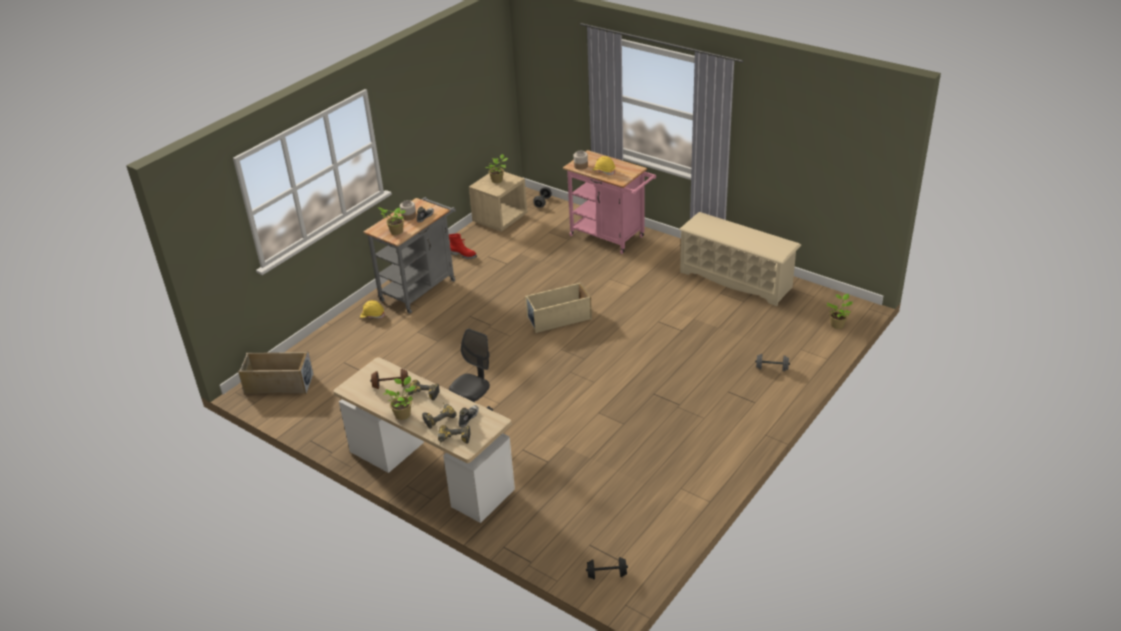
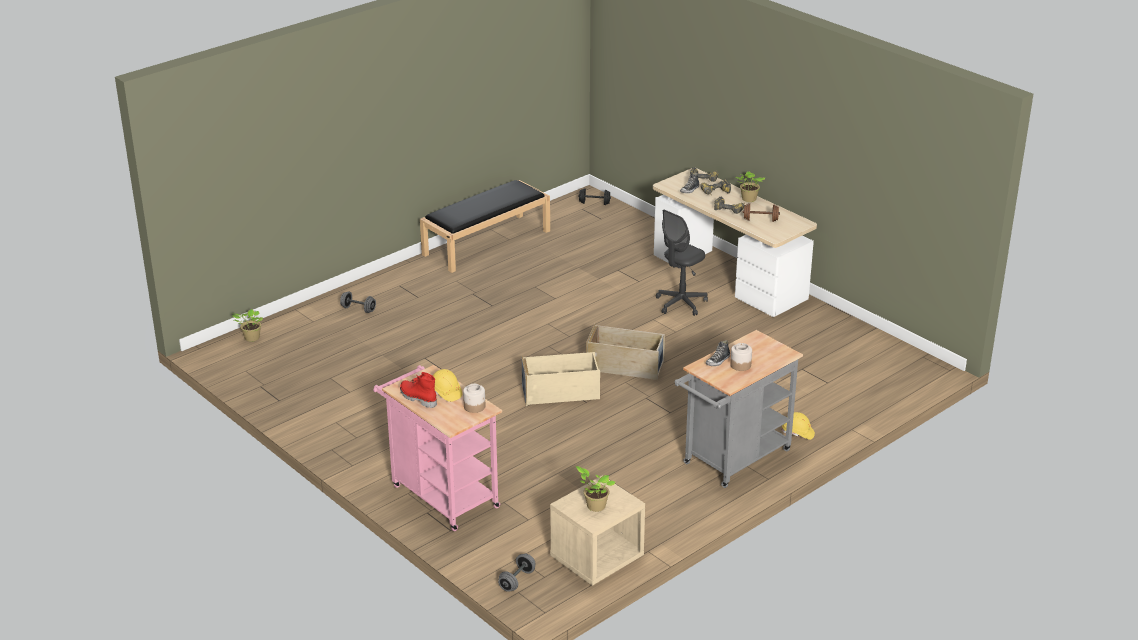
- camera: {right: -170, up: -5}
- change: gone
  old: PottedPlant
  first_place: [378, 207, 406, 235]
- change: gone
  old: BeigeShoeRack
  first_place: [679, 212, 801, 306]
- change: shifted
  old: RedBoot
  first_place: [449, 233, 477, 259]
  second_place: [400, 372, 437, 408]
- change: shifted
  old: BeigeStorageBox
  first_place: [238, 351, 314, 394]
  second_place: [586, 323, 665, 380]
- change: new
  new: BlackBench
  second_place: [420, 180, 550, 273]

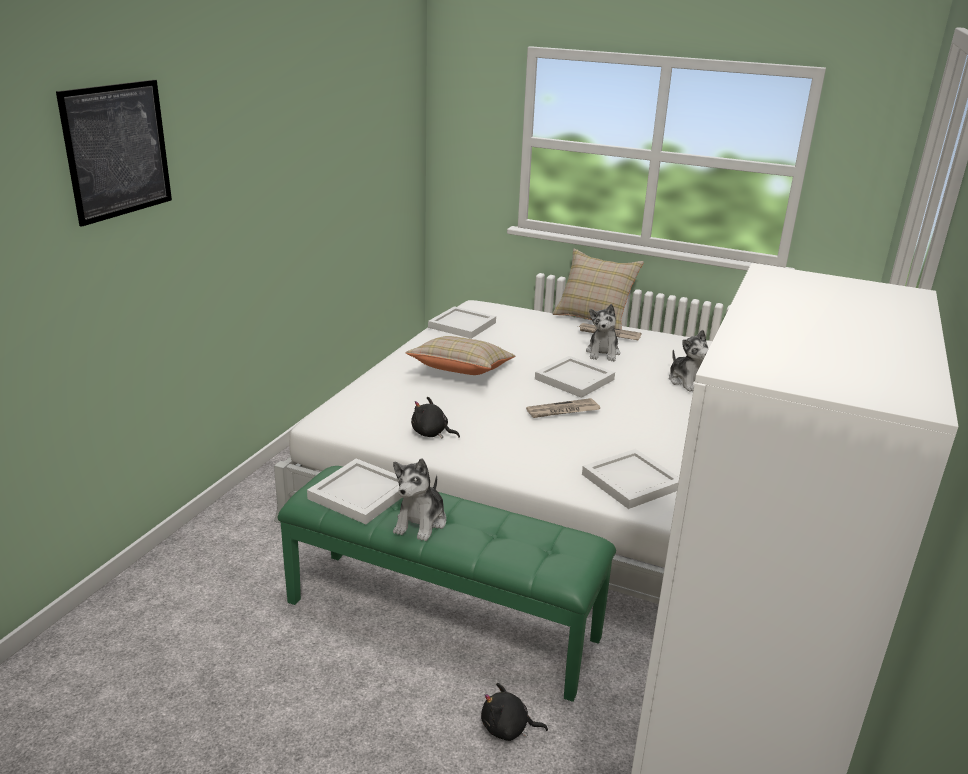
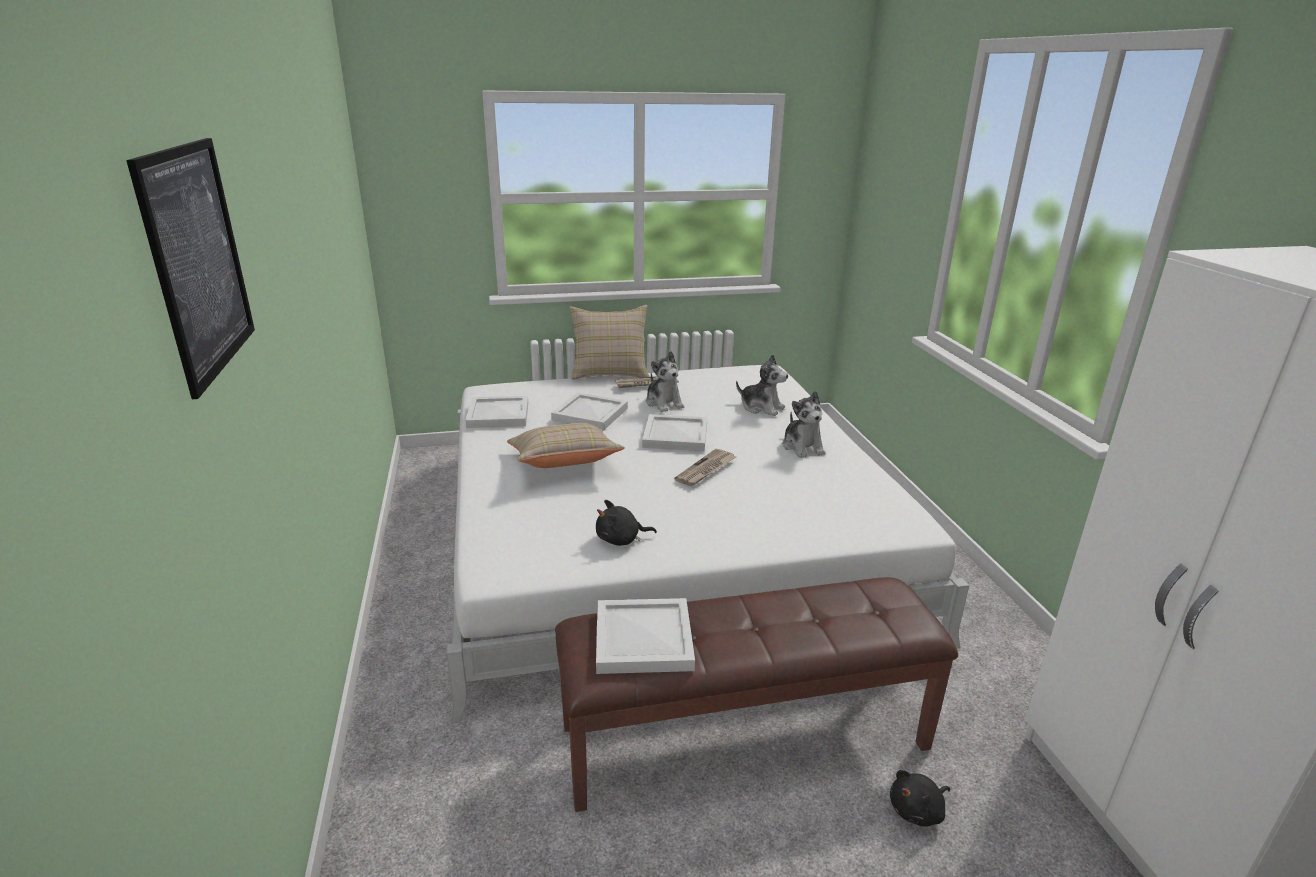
- camera: {right: -35, up: 0}
- change: shifted
  old: WhiteTray
  first_place: [582, 449, 679, 509]
  second_place: [551, 392, 628, 430]
- change: shifted
  old: PlushToy
  first_place: [393, 458, 446, 541]
  second_place: [783, 391, 826, 458]
- change: repainted
  old: GreenBench
  new: BrownBench
  first_place: [278, 466, 616, 702]
  second_place: [555, 577, 958, 812]

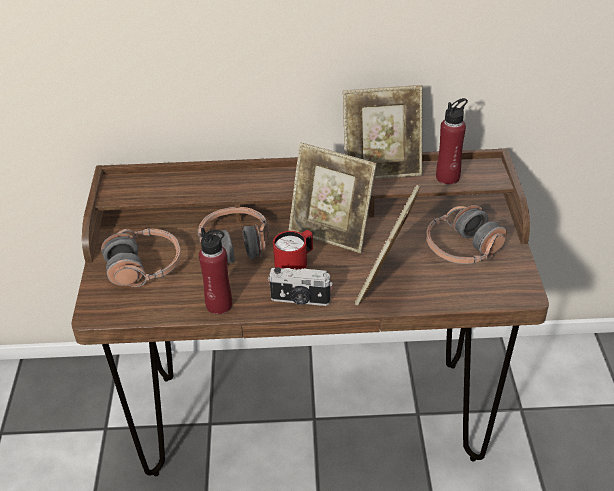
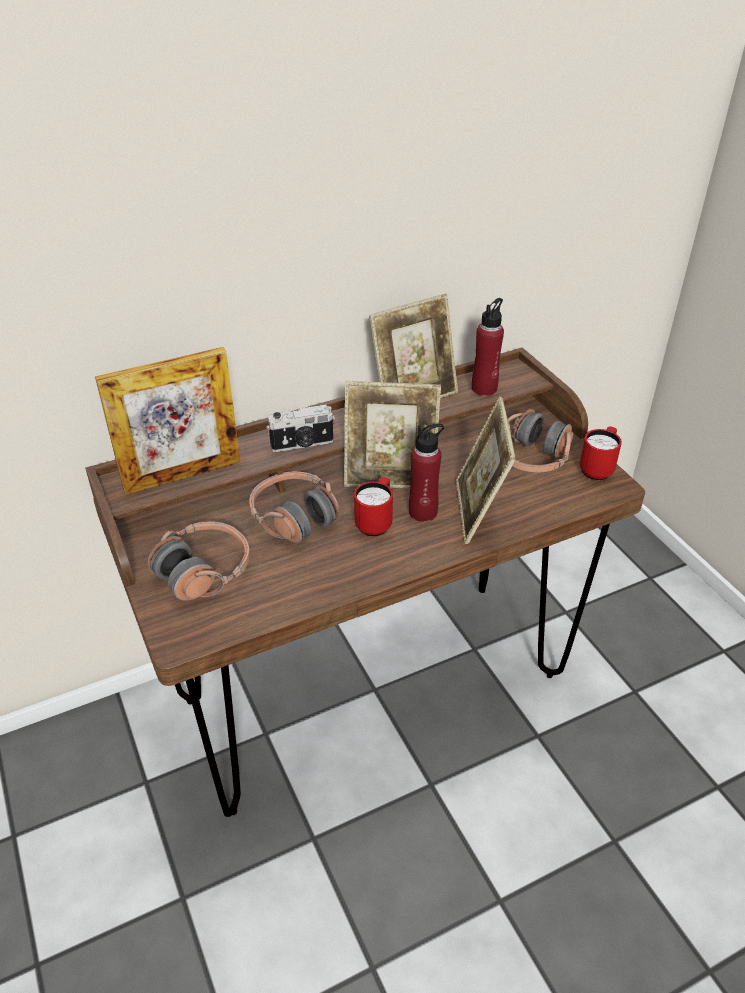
- camera: {right: -25, up: 0}
- change: shifted
  old: RedBottle
  first_place: [199, 228, 232, 314]
  second_place: [409, 423, 444, 522]
- change: shifted
  old: PhotoCamera
  first_place: [268, 267, 333, 306]
  second_place: [266, 405, 335, 452]
- change: new
  new: PictureFrame
  second_place: [95, 347, 241, 495]
- change: new
  new: RedMug
  second_place: [580, 426, 622, 480]

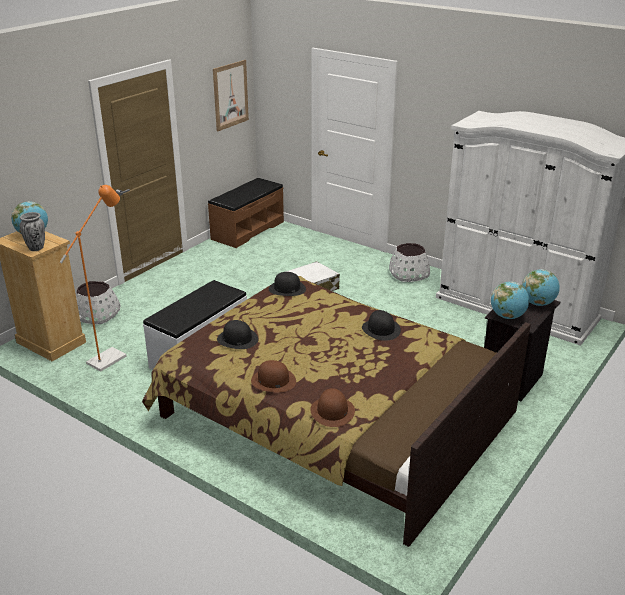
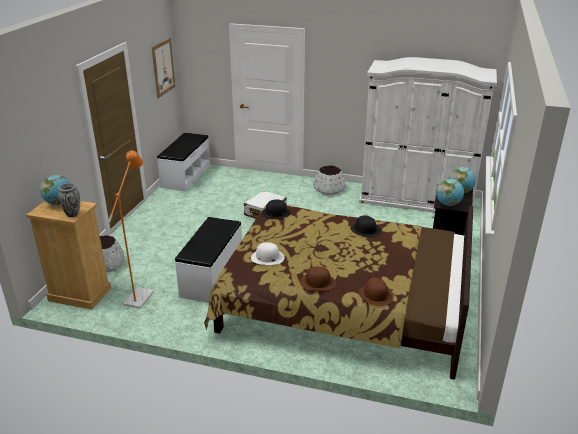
- camera: {right: -20, up: 0}
- change: repainted
  old: BrownBench
  new: WhiteBench
  first_place: [208, 178, 284, 248]
  second_place: [157, 133, 210, 191]
- change: repainted
  old: BlackHat
  new: WhiteHat
  first_place: [217, 320, 258, 349]
  second_place: [251, 242, 285, 265]

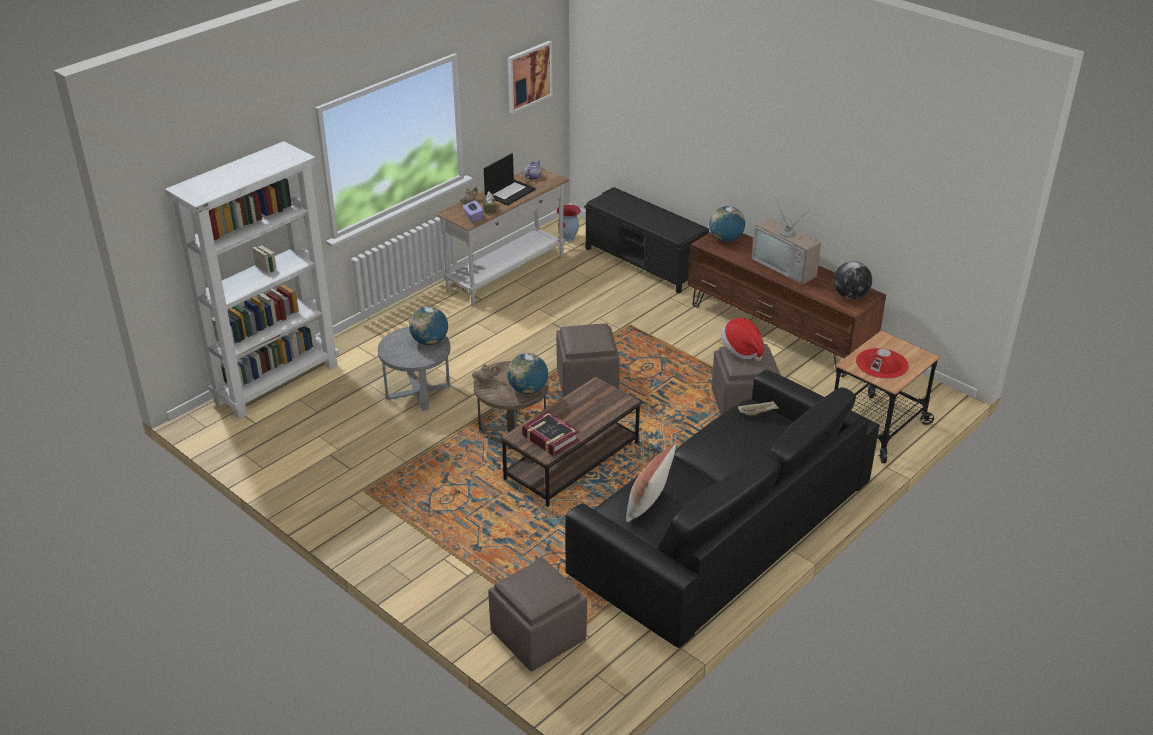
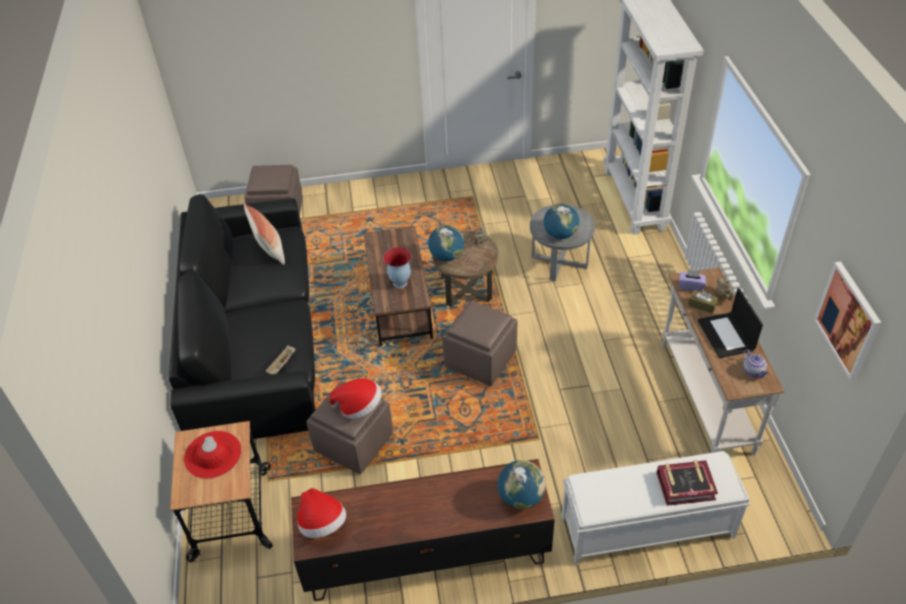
- camera: {right: 130, up: 10}
- change: repainted
  old: BlackBench
  new: WhiteBench
  first_place: [584, 187, 709, 293]
  second_place: [562, 451, 750, 565]
- change: gone
  old: Television
  first_place: [752, 195, 821, 285]
- change: shifted
  old: Vase
  first_place: [556, 205, 581, 242]
  second_place: [383, 247, 412, 288]
- change: swapped
  old: Globe
  new: Hat
  first_place: [833, 261, 872, 300]
  second_place: [297, 488, 346, 538]
- change: shifted
  old: Book
  first_place: [522, 411, 579, 456]
  second_place: [657, 460, 718, 506]

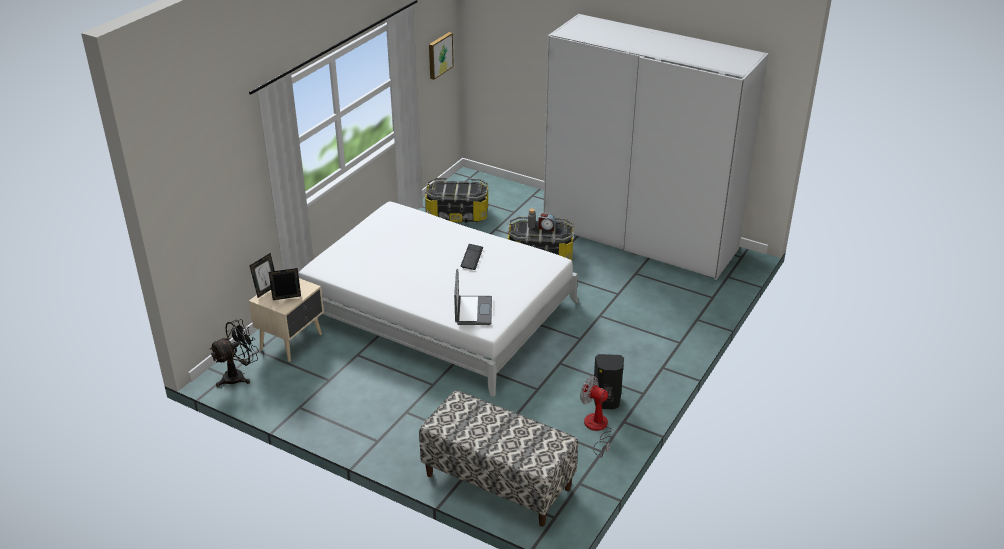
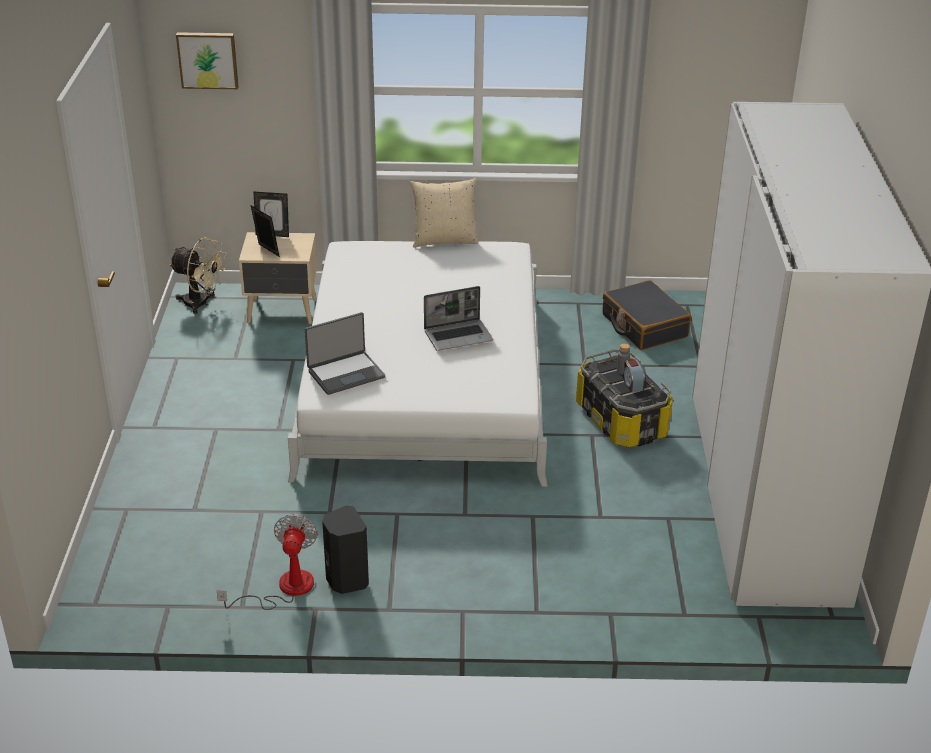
- camera: {right: 60, up: 0}
- change: shifted
  old: Picture
  first_place: [429, 32, 454, 80]
  second_place: [176, 32, 239, 89]
- change: swapped
  old: StorageBox
  new: BlackSuitcase
  first_place: [425, 178, 488, 223]
  second_place: [602, 280, 691, 350]
- change: swapped
  old: Keyboard
  new: Laptop
  first_place: [461, 244, 483, 270]
  second_place: [424, 286, 493, 351]
- change: repainted
  old: BlackFan
  new: BeigeFan
  first_place: [210, 319, 259, 387]
  second_place: [169, 237, 226, 314]
- change: gone
  old: Bench
  first_place: [419, 390, 578, 526]
- change: new
  new: BeigePillow
  second_place: [410, 178, 479, 248]

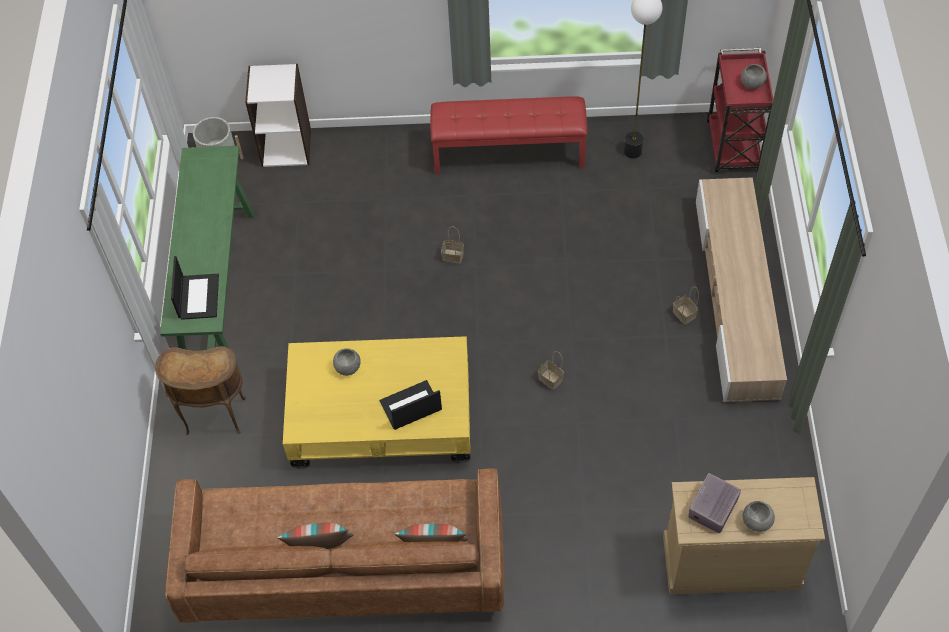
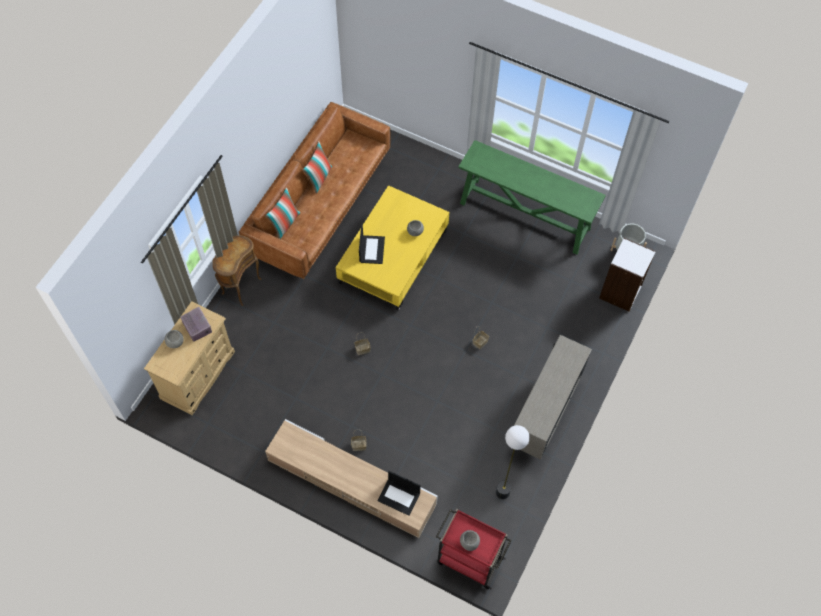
- camera: {right: 115, up: 5}
- change: swapped
  old: RedBench
  new: BeigeCabinet
  first_place: [430, 96, 587, 174]
  second_place: [514, 335, 592, 460]
- change: shifted
  old: Laptop
  first_place: [171, 256, 219, 320]
  second_place: [378, 471, 421, 516]
- change: shifted
  old: BrownSideTable
  first_place: [155, 346, 246, 435]
  second_place: [212, 235, 261, 306]

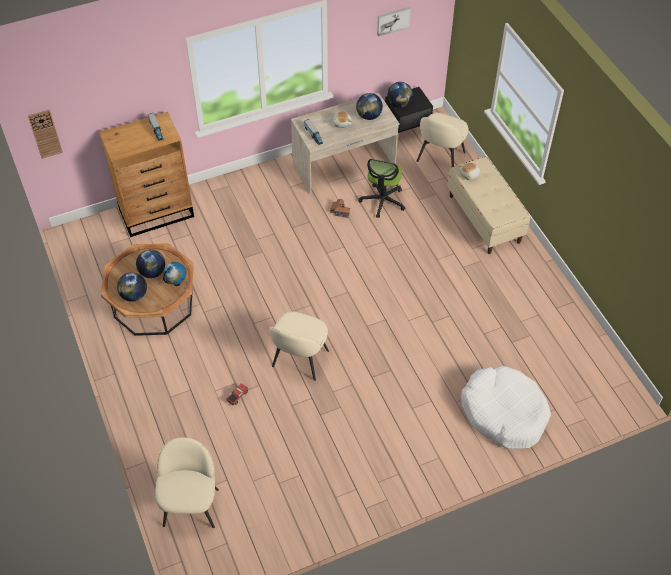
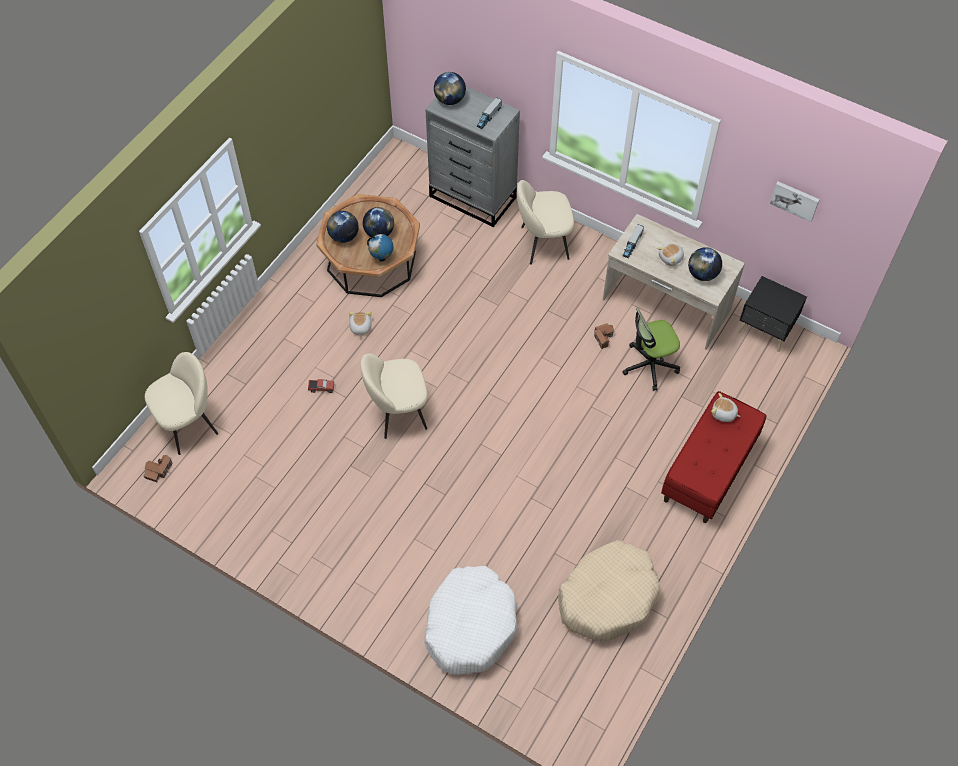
- camera: {right: 55, up: 5}
- change: shifted
  old: Globe
  first_place: [387, 82, 413, 108]
  second_place: [434, 72, 466, 105]
- change: gone
  old: WallClock
  first_place: [28, 109, 63, 159]
- change: repainted
  old: BrownDresser
  new: GreyDresser
  first_place: [99, 112, 194, 237]
  second_place: [425, 86, 520, 227]
- change: shifted
  old: BeigeChair
  first_place: [417, 113, 469, 167]
  second_place: [517, 180, 574, 265]
- change: repainted
  old: BeigeBench
  new: RedBench
  first_place: [447, 156, 530, 254]
  second_place: [661, 391, 766, 523]
- change: new
  new: PlushToy
  second_place: [349, 311, 371, 337]
- change: new
  new: ToyHouse
  second_place: [144, 455, 172, 482]
- change: new
  new: BeigeDogBed
  second_place: [558, 540, 660, 642]

